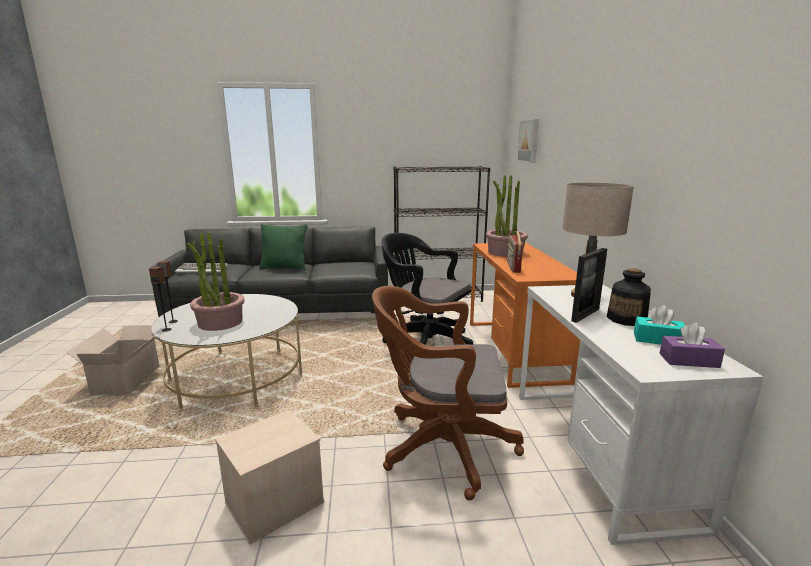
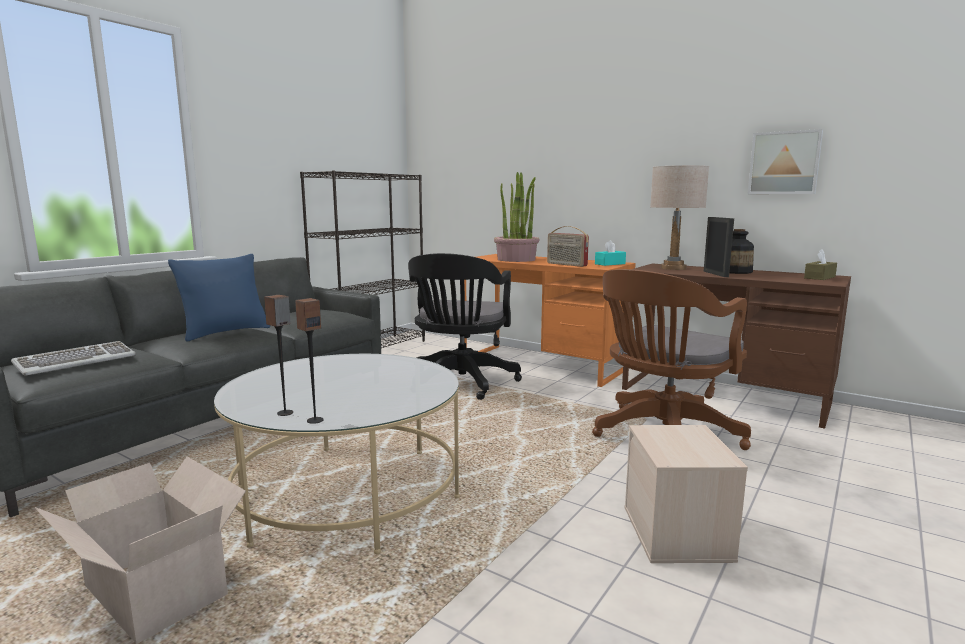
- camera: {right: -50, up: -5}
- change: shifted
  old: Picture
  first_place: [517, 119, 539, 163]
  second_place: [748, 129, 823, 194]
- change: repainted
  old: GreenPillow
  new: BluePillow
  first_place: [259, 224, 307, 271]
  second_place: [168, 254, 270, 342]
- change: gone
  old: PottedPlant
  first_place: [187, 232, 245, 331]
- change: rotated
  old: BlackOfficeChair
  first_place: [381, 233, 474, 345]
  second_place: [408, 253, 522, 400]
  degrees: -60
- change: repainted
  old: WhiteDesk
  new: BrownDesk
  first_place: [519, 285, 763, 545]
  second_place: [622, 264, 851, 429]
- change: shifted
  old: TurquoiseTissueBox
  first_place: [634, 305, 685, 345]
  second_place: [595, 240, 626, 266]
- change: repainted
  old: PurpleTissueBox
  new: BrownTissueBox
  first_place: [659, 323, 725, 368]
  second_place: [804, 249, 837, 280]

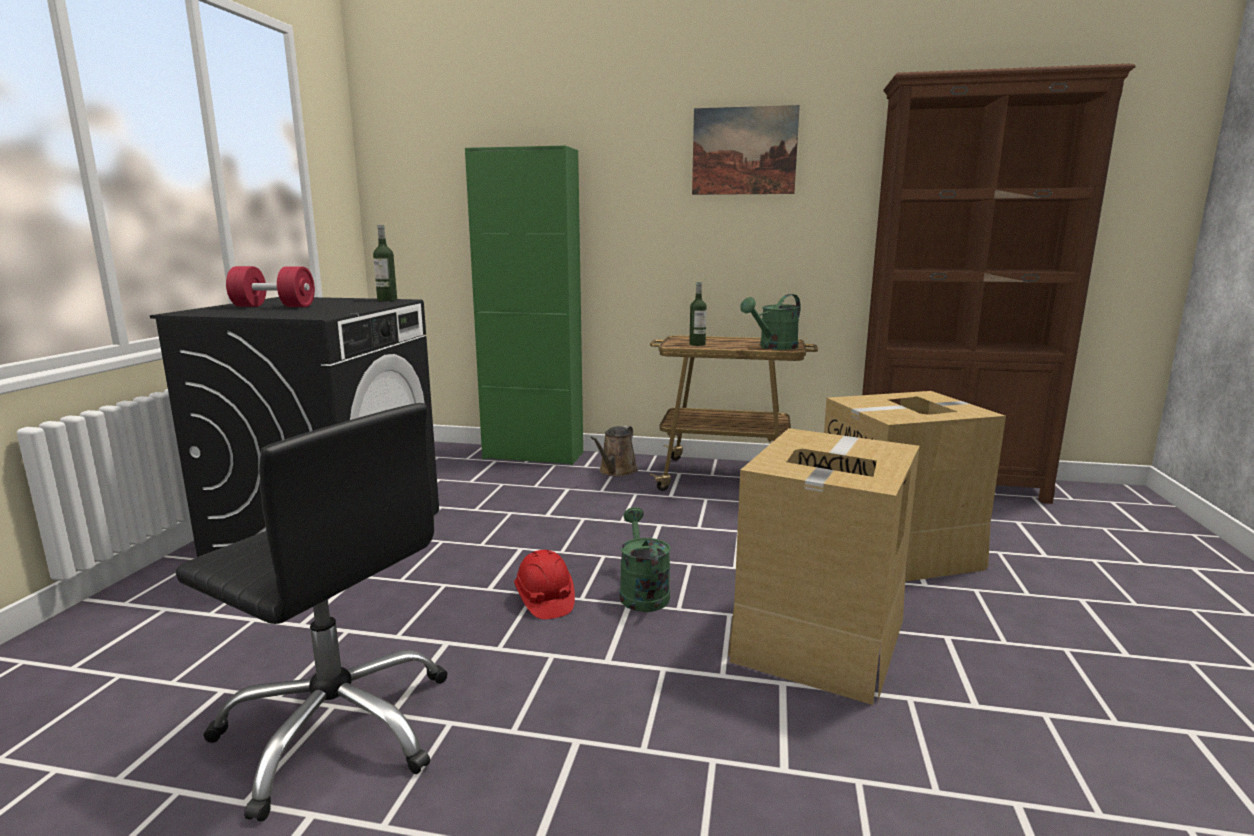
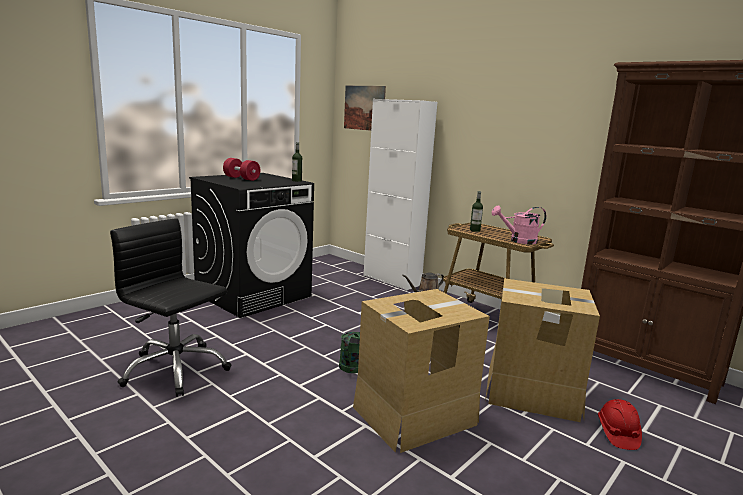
- camera: {right: 30, up: 0}
- change: shifted
  old: Picture
  first_place: [692, 105, 800, 195]
  second_place: [344, 86, 386, 131]
- change: repainted
  old: GreenCabinet
  new: WhiteCabinet
  first_place: [465, 145, 583, 465]
  second_place: [364, 99, 437, 291]
- change: repainted
  old: GreenWateringCan
  new: PinkWateringCan
  first_place: [740, 294, 801, 350]
  second_place: [491, 205, 546, 244]
- change: rotated
  old: BlackOfficeChair
  first_place: [175, 403, 448, 822]
  second_place: [110, 218, 231, 397]
  degrees: 150
- change: shifted
  old: RedHardHat
  first_place: [514, 550, 575, 619]
  second_place: [598, 399, 642, 450]

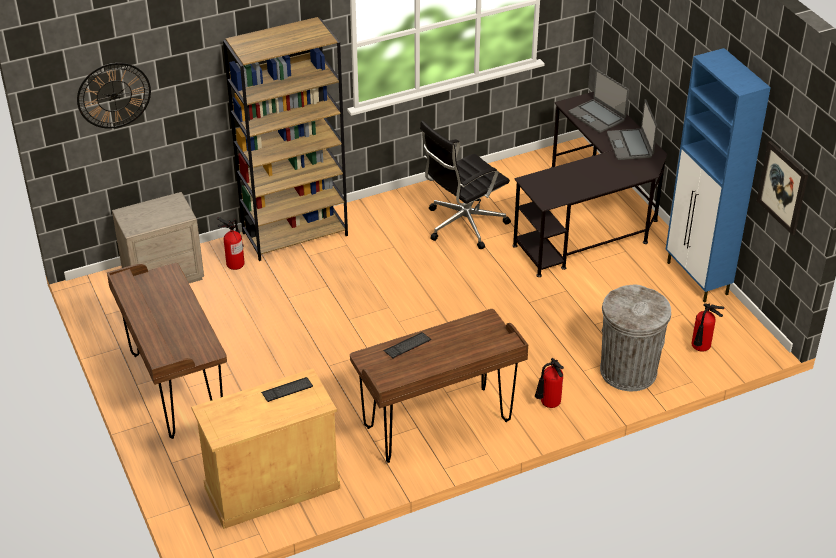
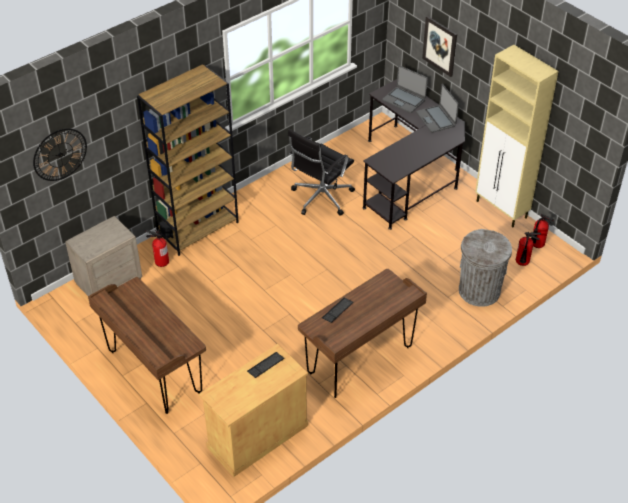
- camera: {right: -15, up: 5}
- change: repainted
  old: BlueCabinet
  new: BeigeCabinet
  first_place: [666, 48, 771, 303]
  second_place: [475, 45, 559, 227]
- change: shifted
  old: Picture
  first_place: [757, 141, 808, 235]
  second_place: [422, 16, 457, 77]
- change: shifted
  old: FireExtinguisher
  first_place: [535, 358, 564, 408]
  second_place: [531, 214, 554, 248]

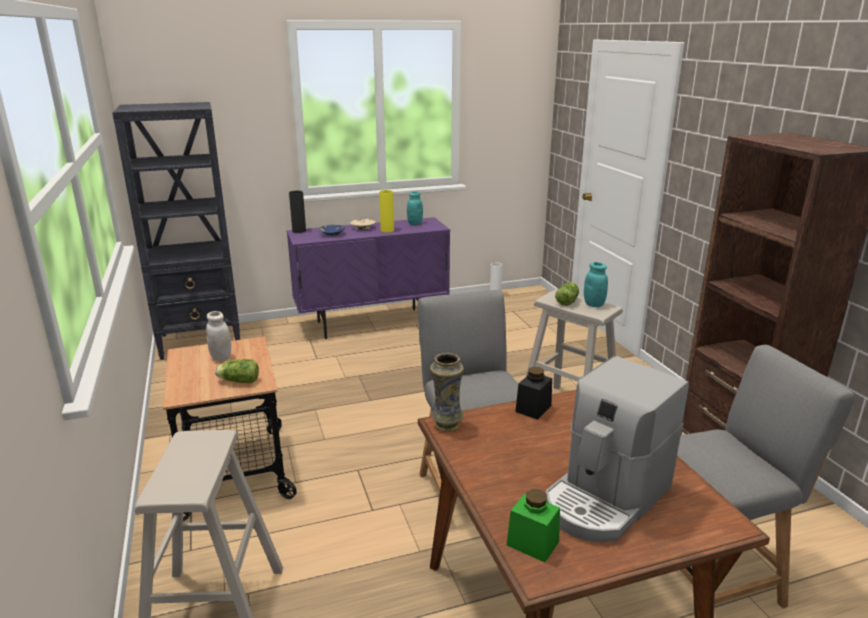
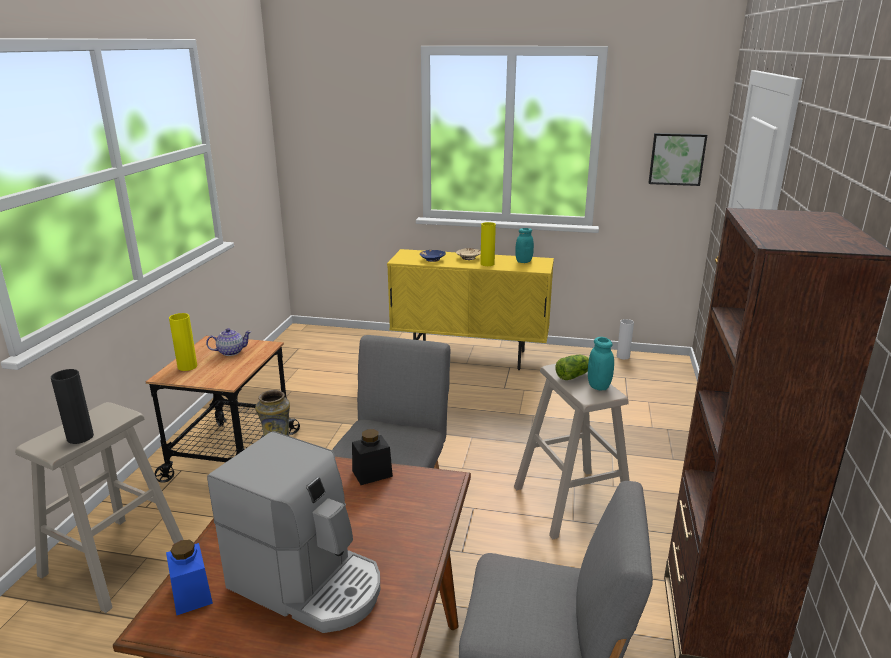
- camera: {right: 30, up: 0}
- change: gone
  old: BlackBookcase
  first_place: [112, 102, 240, 360]
- change: shifted
  old: BlackVase
  first_place: [289, 191, 306, 233]
  second_place: [51, 369, 94, 444]
- change: repainted
  old: PurpleCabinet
  new: YellowCabinet
  first_place: [286, 217, 450, 339]
  second_place: [387, 249, 554, 370]
- change: swapped
  old: WhiteJar
  new: Teapot
  first_place: [206, 311, 231, 361]
  second_place: [206, 328, 252, 356]
- change: rotated
  old: CoffeeMachine
  first_place: [546, 356, 689, 542]
  second_place: [207, 431, 380, 633]
  degrees: -135
- change: gone
  old: Lettuce
  first_place: [215, 359, 259, 383]
- change: repainted
  old: GreenJar
  new: BlueJar
  first_place: [507, 489, 560, 562]
  second_place: [166, 540, 213, 616]
- change: new
  new: Picture
  second_place: [648, 133, 707, 186]
- change: new
  new: YellowVase
  second_place: [169, 313, 197, 371]

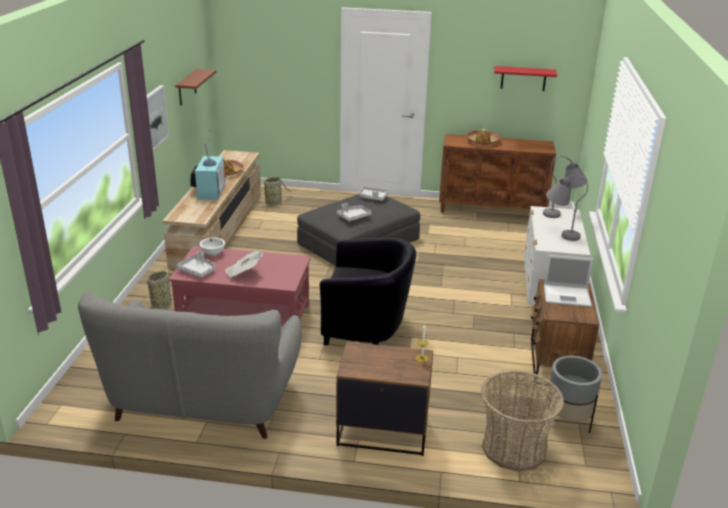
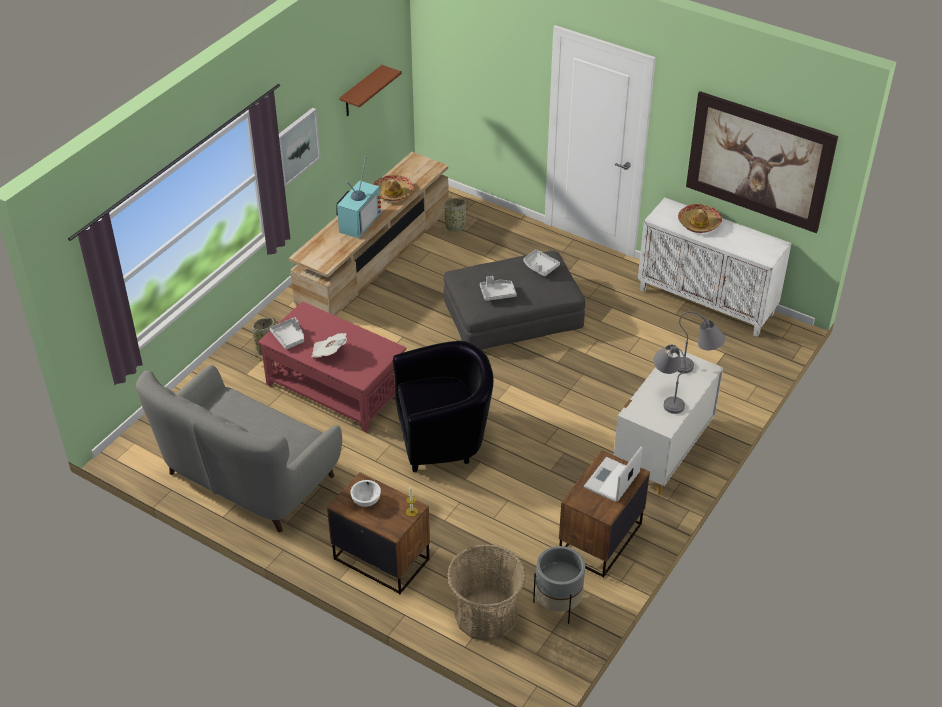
- camera: {right: 25, up: 15}
- change: swapped
  old: RedShelf
  new: Picture
  first_place: [494, 66, 557, 91]
  second_place: [686, 91, 838, 233]
- change: repainted
  old: BrownCabinet
  new: WhiteCabinet
  first_place: [439, 134, 556, 213]
  second_place: [638, 198, 792, 337]
- change: shifted
  old: WhiteBowl
  first_place: [200, 238, 225, 255]
  second_place: [350, 480, 381, 507]
- change: rotated
  old: BlackArmchair
  first_place: [320, 238, 416, 345]
  second_place: [393, 341, 493, 472]
  degrees: -45
- change: rotated
  old: Laptop
  first_place: [544, 255, 593, 307]
  second_place: [584, 447, 643, 502]
  degrees: 90

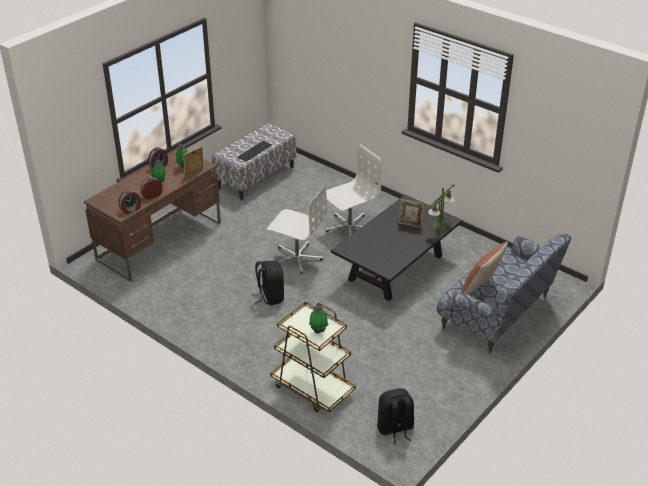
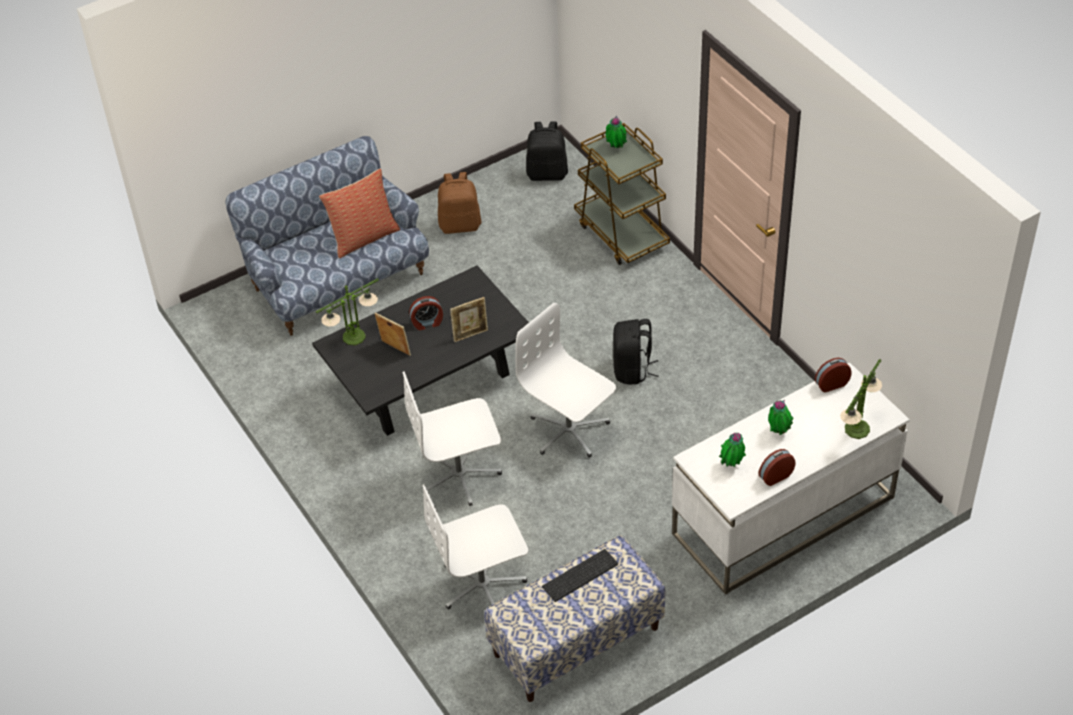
- camera: {right: -160, up: 10}
- change: shifted
  old: PictureFrame
  first_place: [183, 146, 203, 177]
  second_place: [450, 297, 488, 342]
- change: repainted
  old: BrownDesk
  new: WhiteDesk
  first_place: [84, 150, 221, 281]
  second_place: [672, 362, 910, 595]
- change: shifted
  old: AlarmClock
  first_place: [140, 177, 163, 200]
  second_place: [409, 296, 443, 330]
- change: new
  new: BrownBackpack
  second_place: [438, 172, 481, 234]
- change: new
  new: TableLamp
  second_place: [840, 359, 882, 439]
- change: new
  new: WhiteOfficeChair
  second_place: [423, 484, 528, 609]

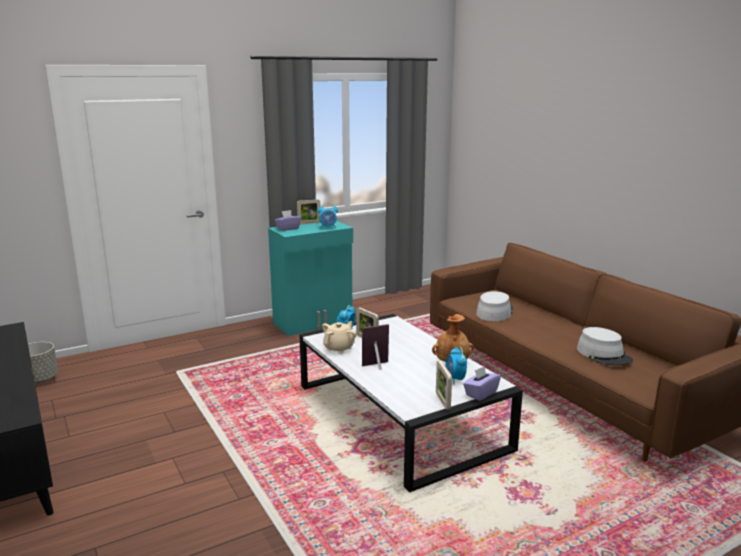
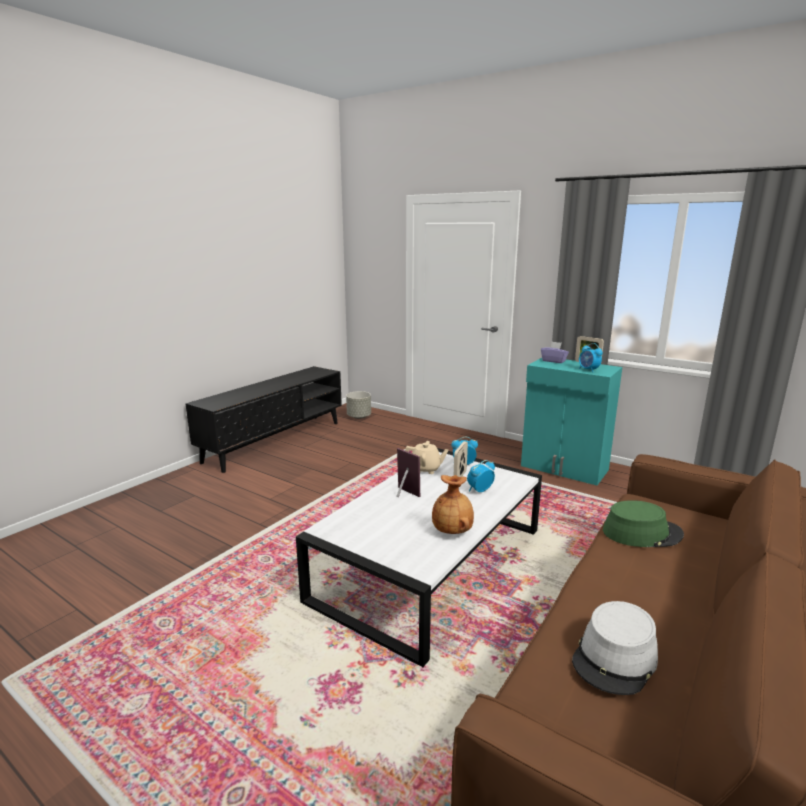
- camera: {right: 65, up: 0}
- change: repainted
  old: GreyHat
  new: GreenHat
  first_place: [476, 291, 513, 321]
  second_place: [603, 500, 684, 547]
- change: shifted
  old: AlarmClock
  first_place: [445, 347, 467, 385]
  second_place: [467, 460, 495, 492]
- change: gone
  old: PictureFrame
  first_place: [436, 361, 452, 410]
- change: gone
  old: PurpleTissueBox
  first_place: [463, 366, 501, 401]

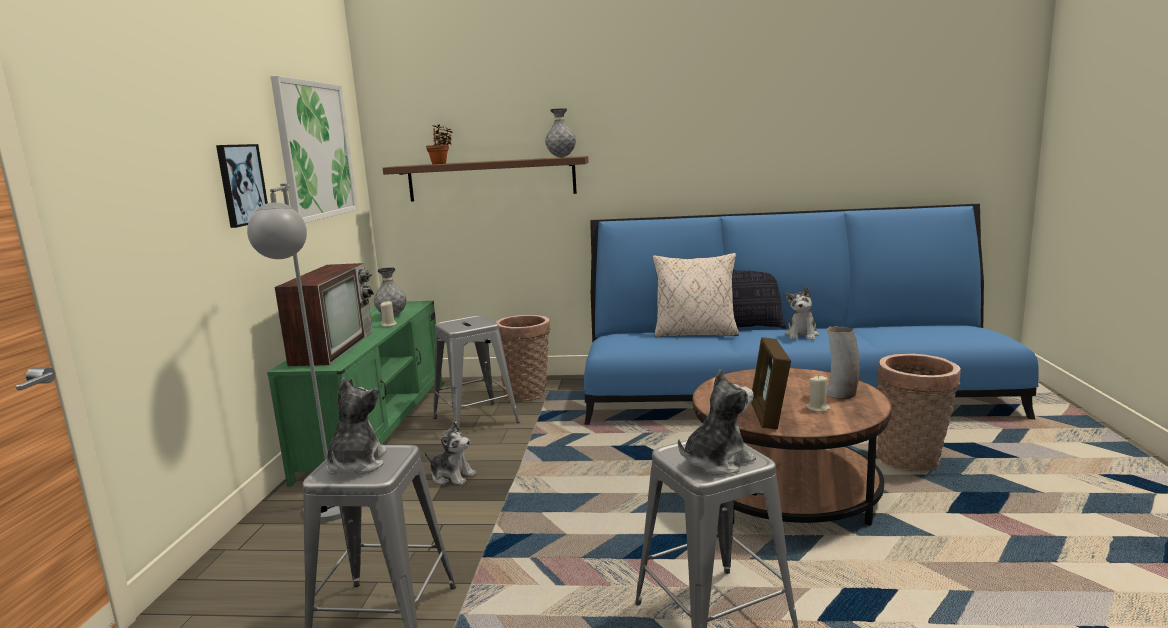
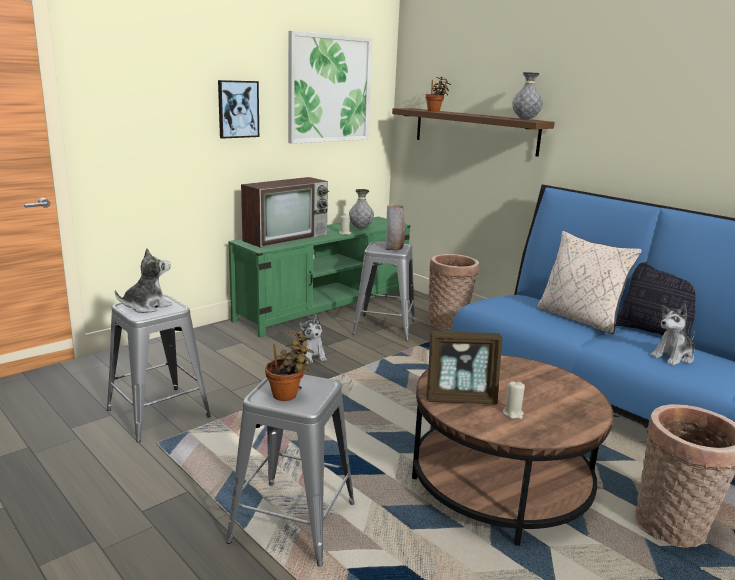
- camera: {right: 40, up: 5}
- change: gone
  old: GreyFloorLamp
  first_place: [247, 183, 341, 522]
- change: shifted
  old: Vase
  first_place: [827, 326, 860, 399]
  second_place: [385, 204, 405, 250]
- change: rotated
  old: PictureFrame
  first_place: [751, 337, 791, 430]
  second_place: [427, 331, 503, 405]
  degrees: -135
- change: swapped
  old: PlushToy
  new: PottedPlant
  first_place: [678, 369, 756, 475]
  second_place: [265, 331, 314, 401]

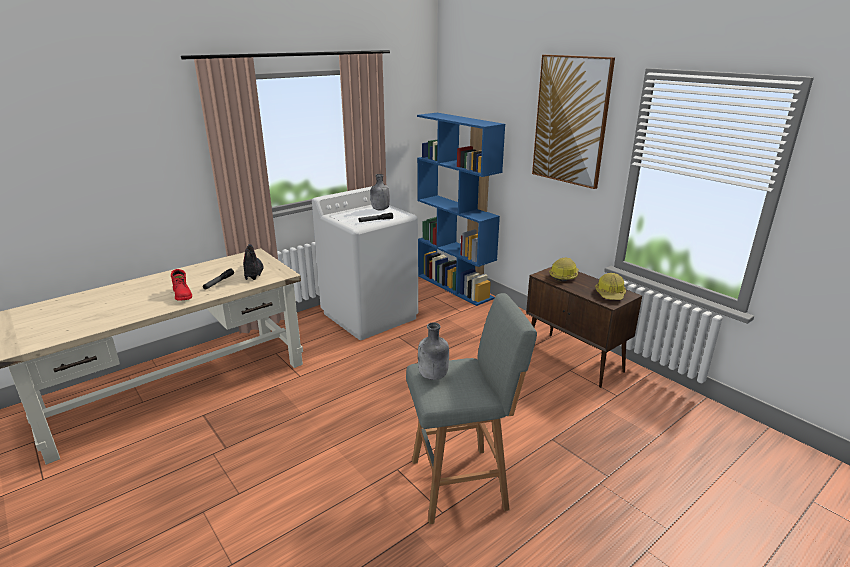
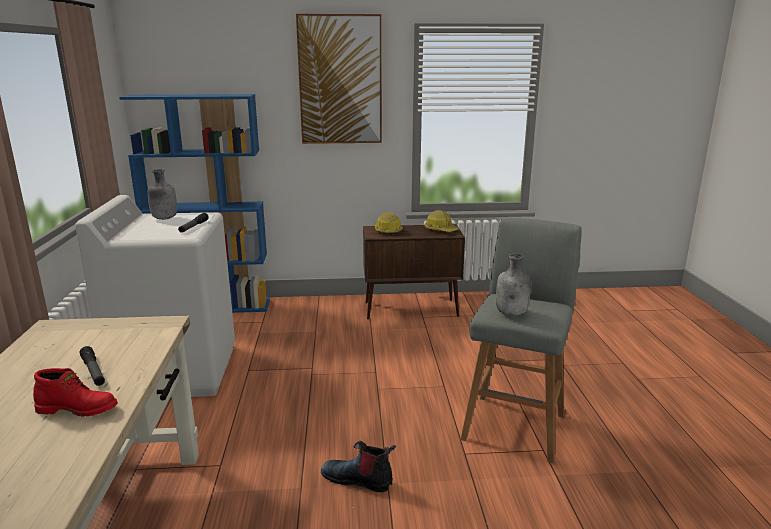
- camera: {right: -55, up: -5}
- change: shifted
  old: Boot
  first_place: [243, 244, 263, 280]
  second_place: [321, 441, 396, 492]

